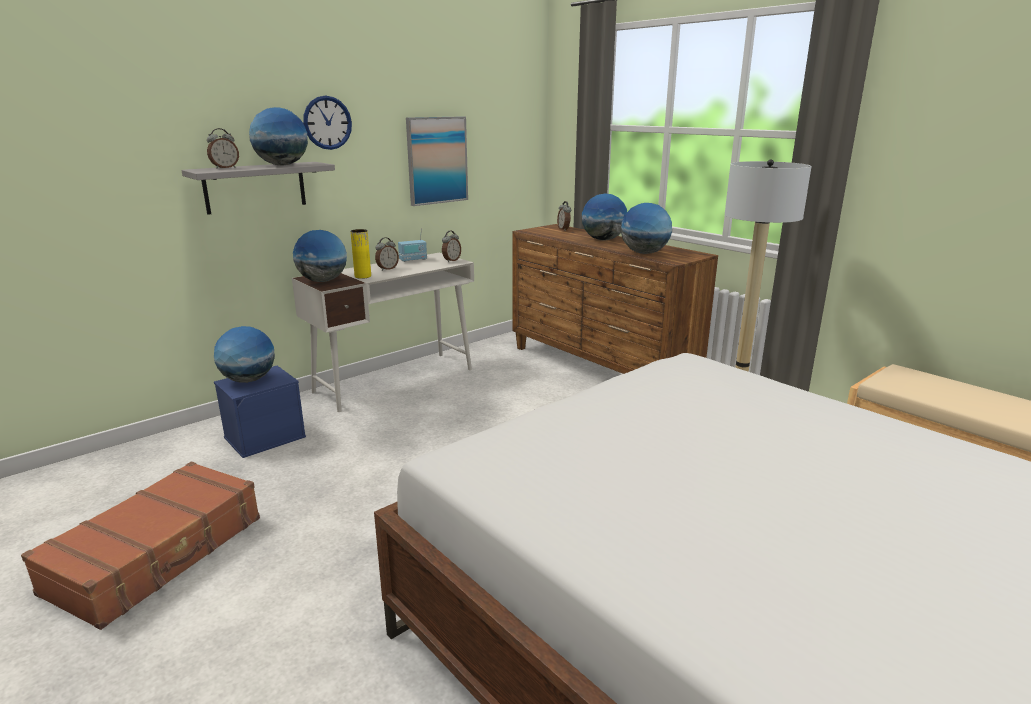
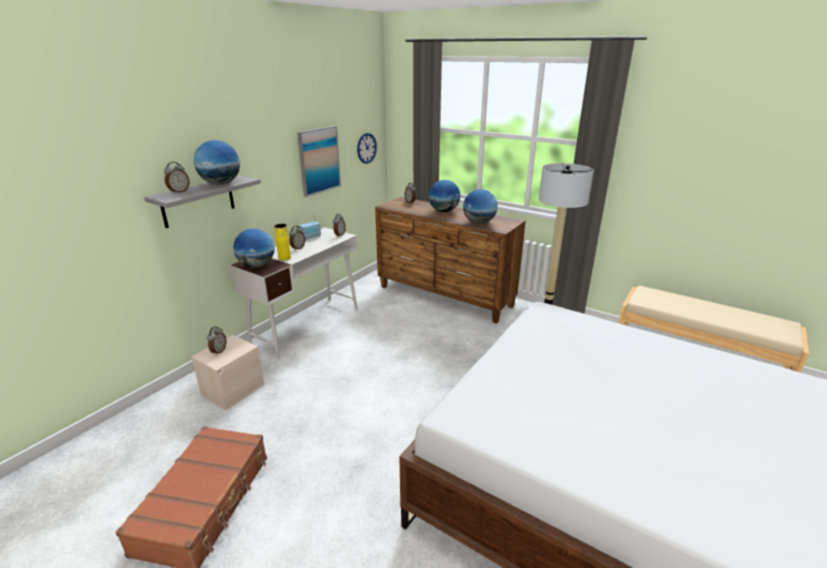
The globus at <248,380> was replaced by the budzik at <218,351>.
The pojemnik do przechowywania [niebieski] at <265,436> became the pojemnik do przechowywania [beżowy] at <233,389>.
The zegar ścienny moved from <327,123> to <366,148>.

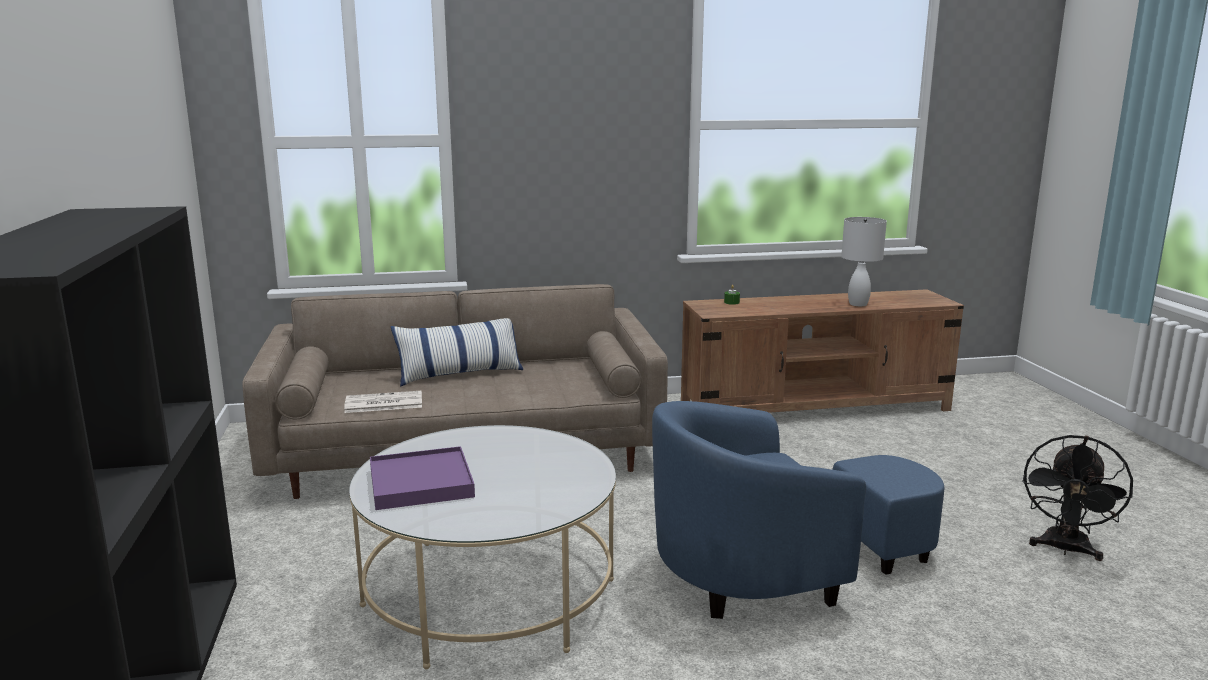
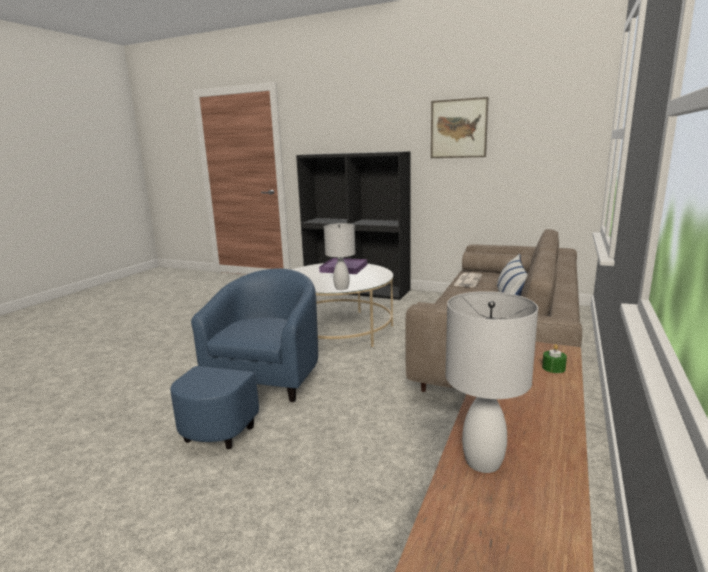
The wentylator [czarny] at <1065,549> disappeared.
The lampa stołowa [biały] at <341,288> appeared.
The obraz at <458,128> appeared.

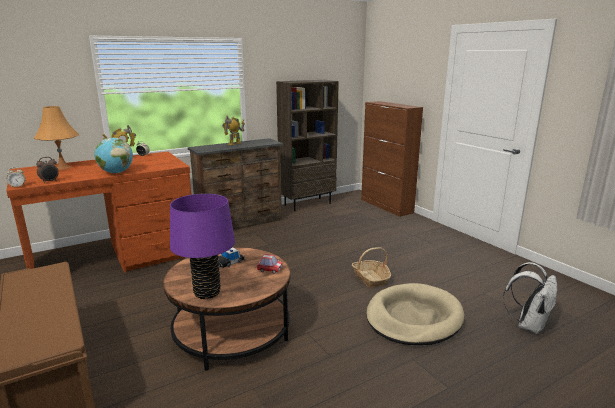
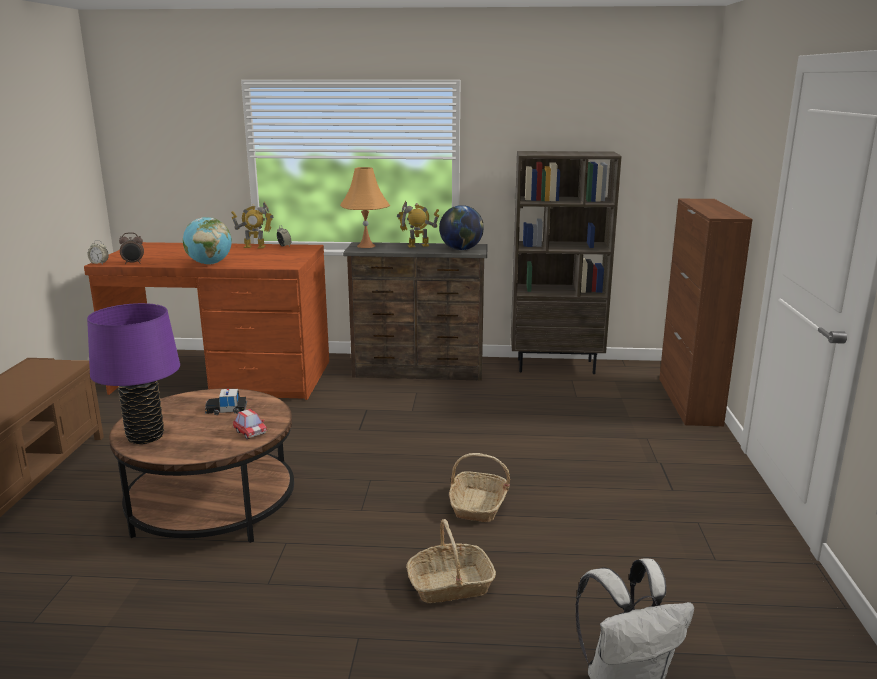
The lampa stołowa [pomarańczowy] moved from <62,168> to <366,246>.
The legowisko [beżowy] at <413,318> was replaced by the koszyk at <450,585>.
The globus at <461,249> appeared.

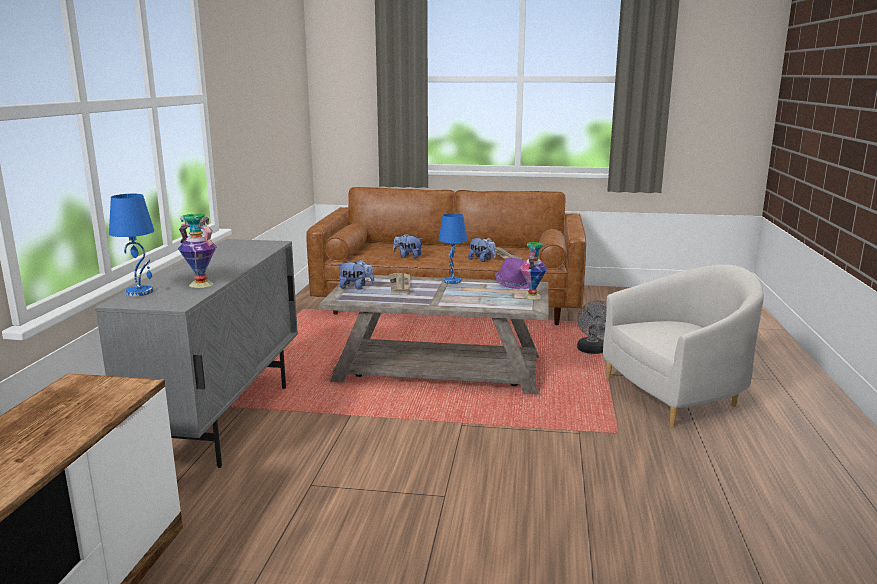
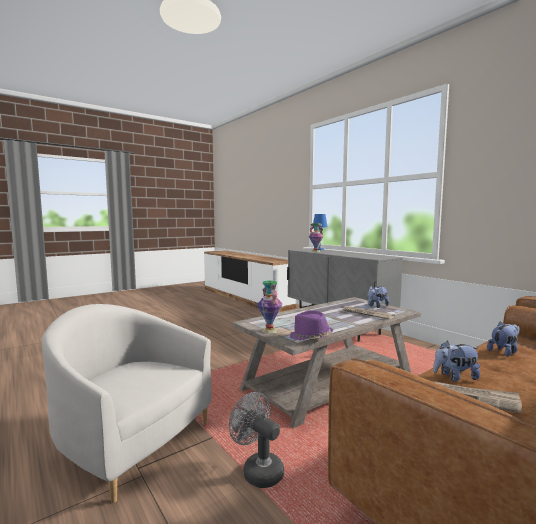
The lampa stołowa [niebieski] at <452,281> disappeared.
The fotel [biały] at <677,394> turned 90 degrees clockwise.

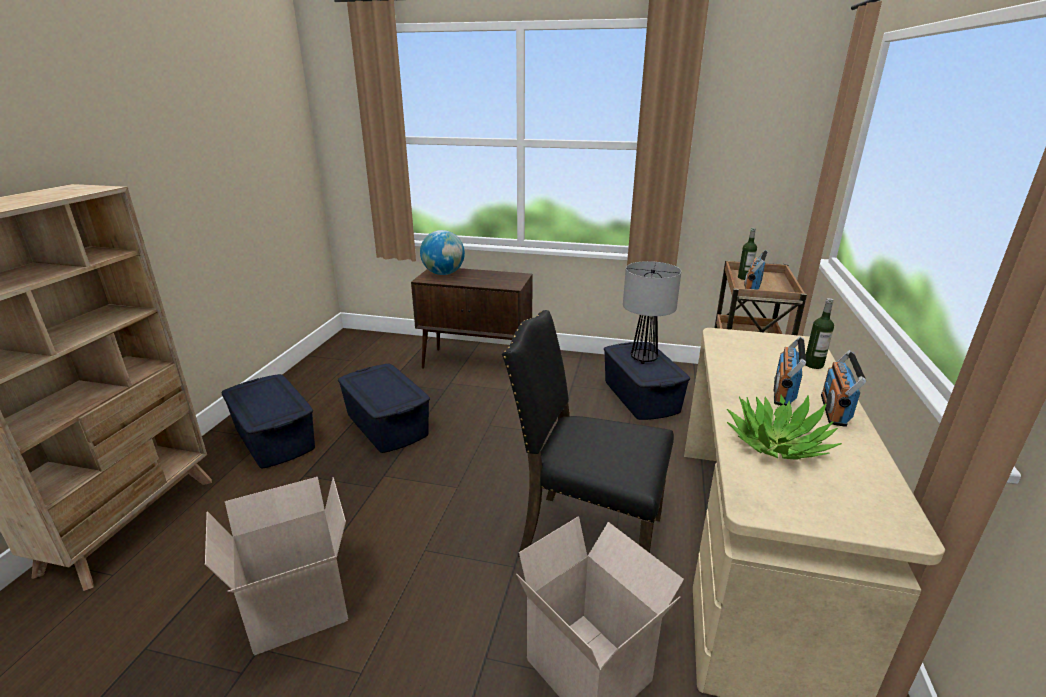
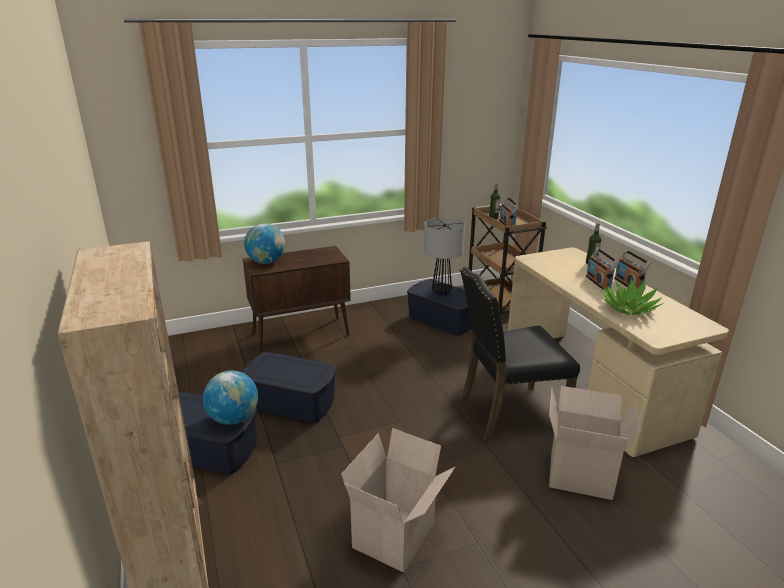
The globus at <233,418> appeared.

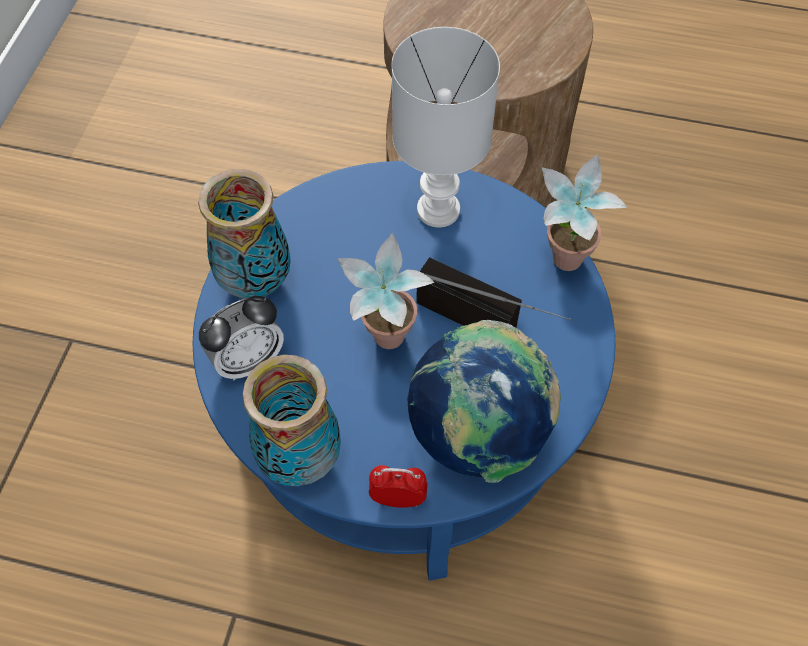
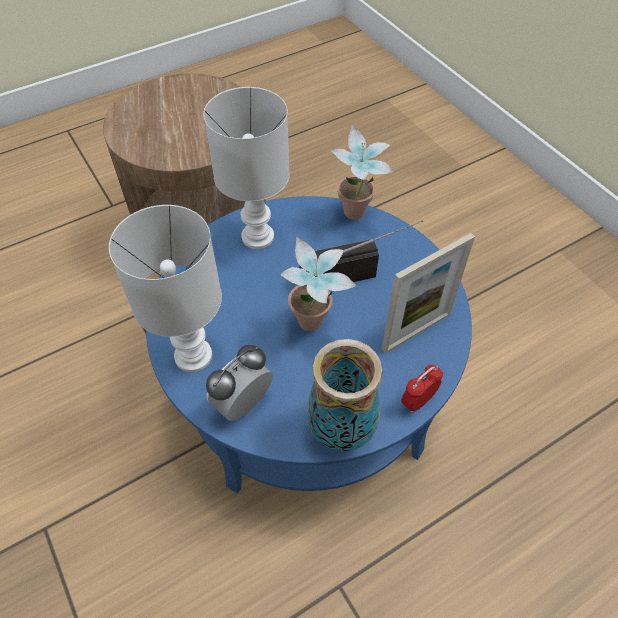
The wazon at <255,282> was replaced by the lampa stołowa [biały] at <194,356>.
The budzik at <247,360> turned 150 degrees counterclockwise.
The globus at <478,434> was replaced by the ramka na zdjęcie at <416,331>.

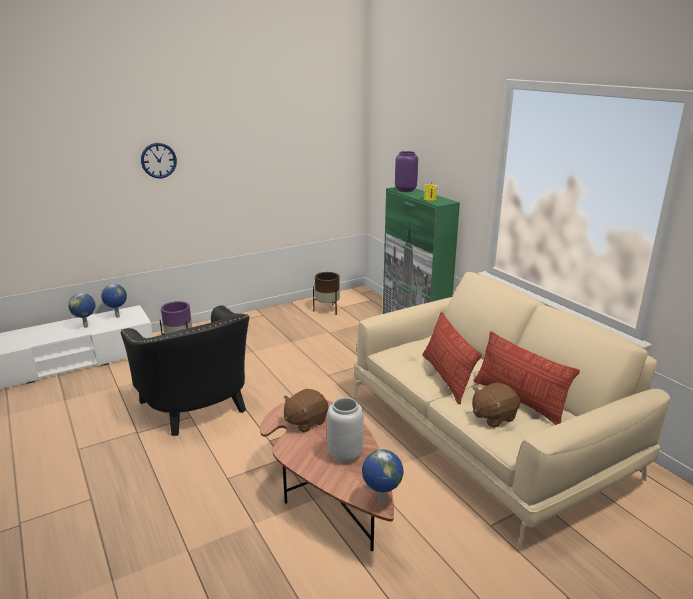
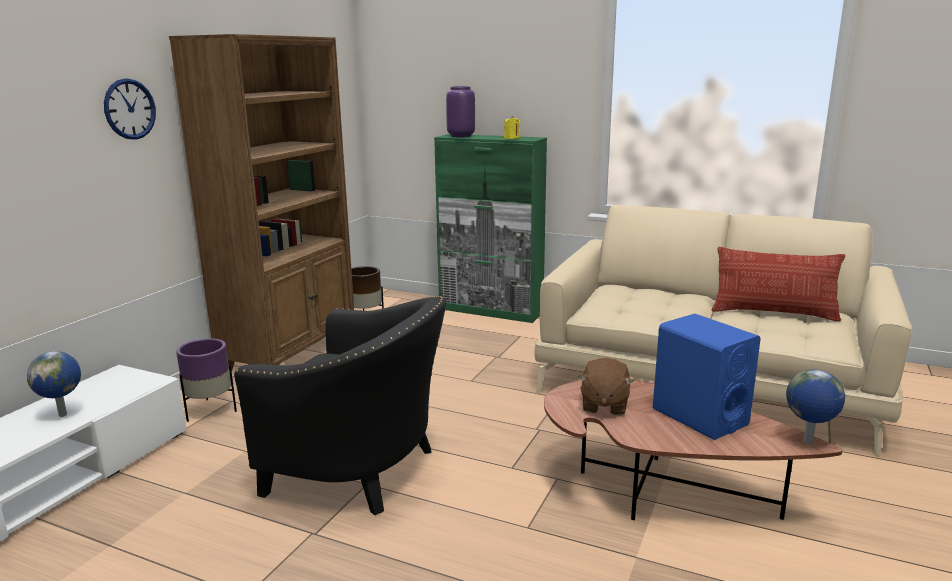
The globus at <117,317> disappeared.
The wazon [szary] at <345,454> was replaced by the głośnik [niebieski] at <699,417>.
The poduszka at <446,377> disappeared.
The pluszak [brązowy] at <493,417> disappeared.
The regał [brązowy] at <291,352> appeared.

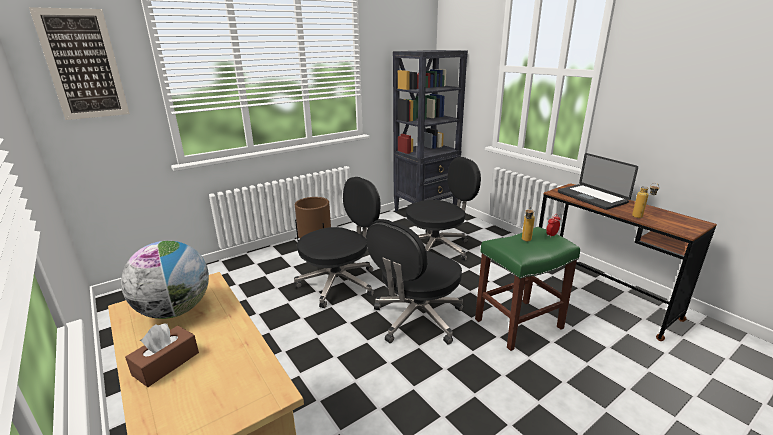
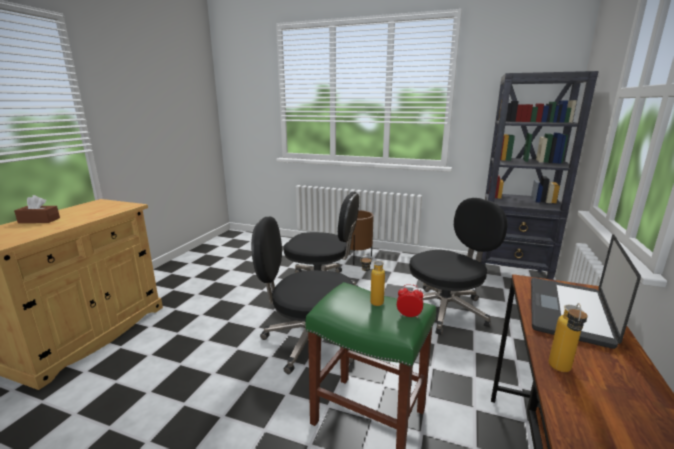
The obraz at <83,65> disappeared.
The globus at <175,310> disappeared.
The krzesło biurowe [czarny] at <437,248> turned 60 degrees counterclockwise.

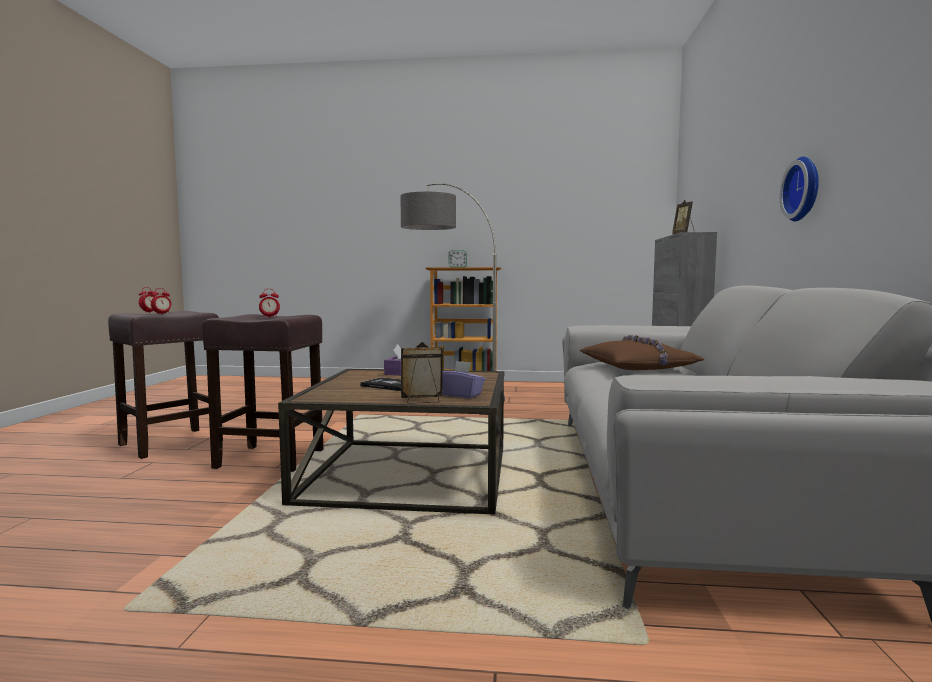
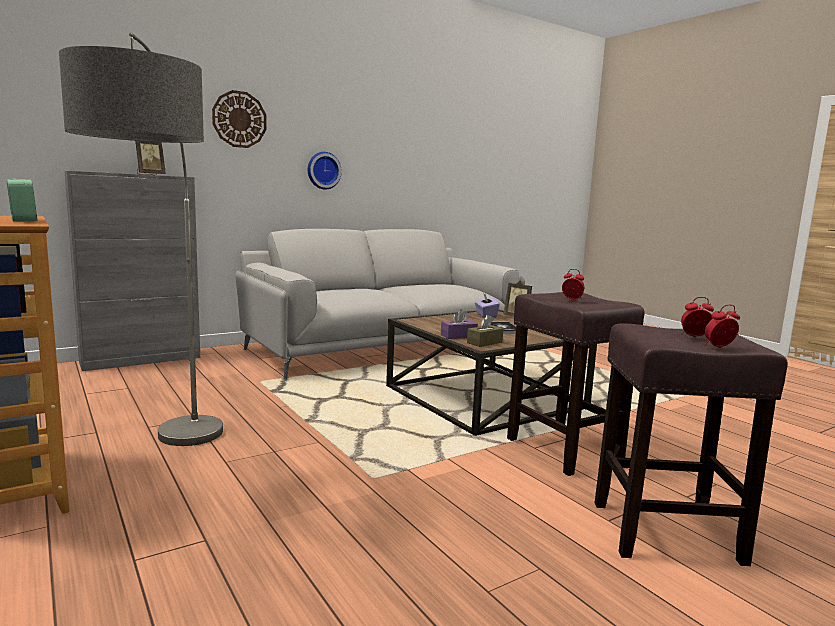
The poduszka [brązowy] at <639,367> disappeared.
The zegar ścienny at <239,119> appeared.
The pudełko chusteczek [brązowy] at <484,342> appeared.

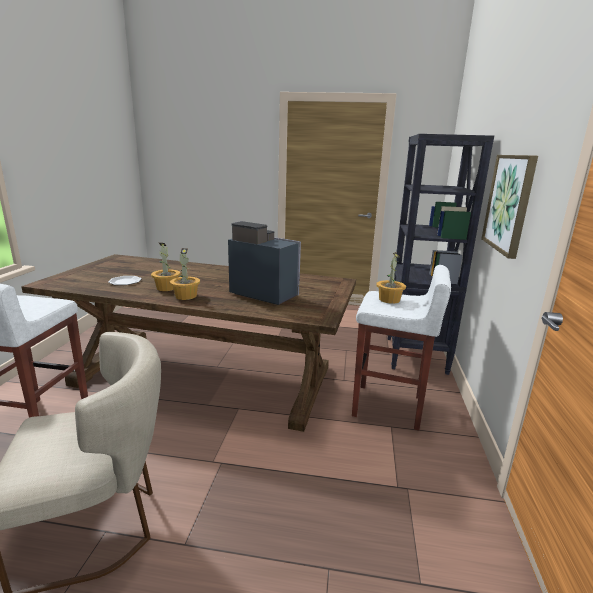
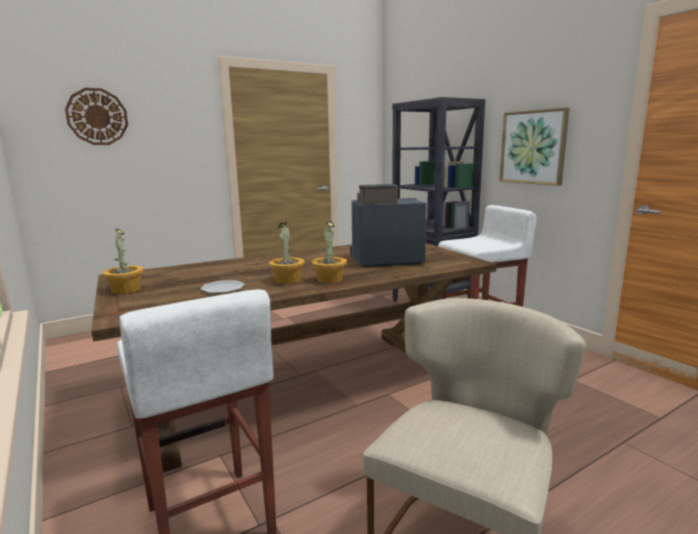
The roślina doniczkowa moved from <389,299> to <125,290>.
The zegar ścienny at <97,117> appeared.

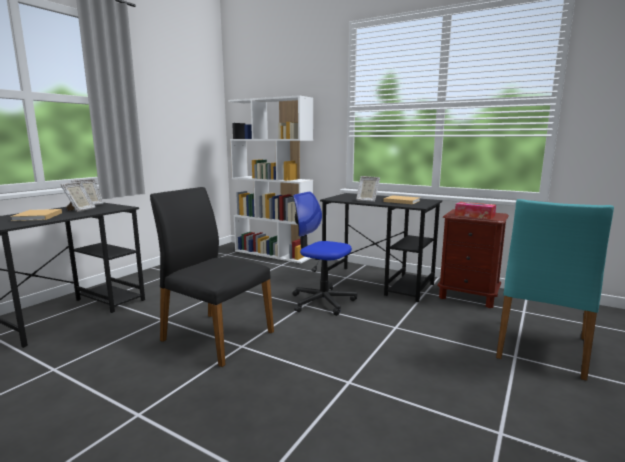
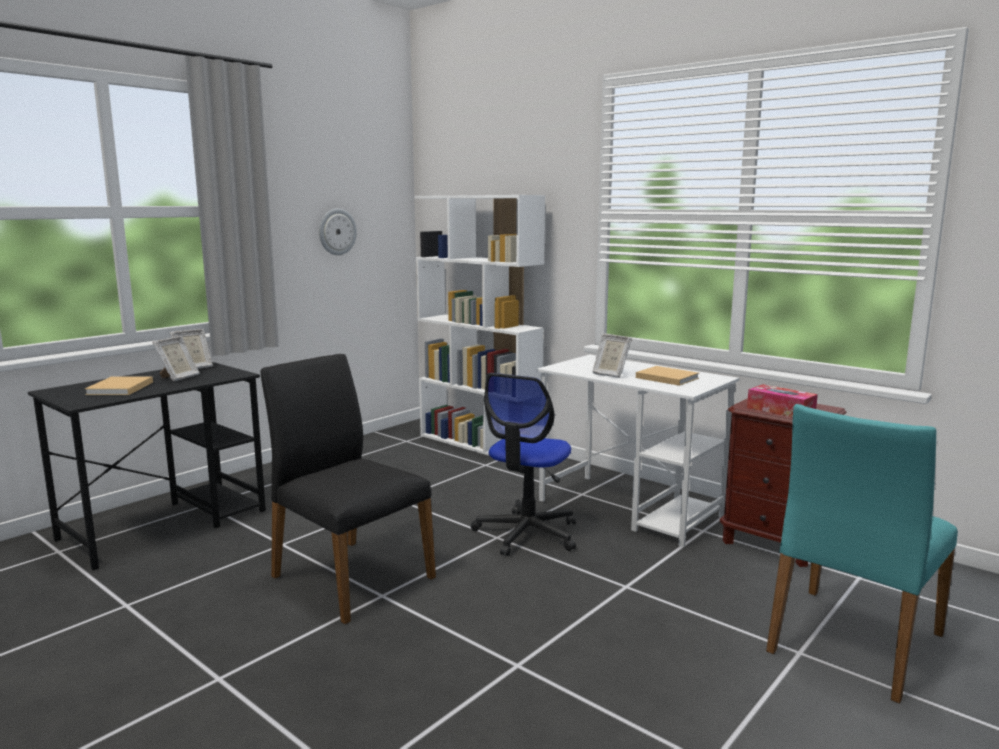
The krzesło biurowe at <322,301> turned 105 degrees counterclockwise.
The biurko [czarny] at <378,283> became the biurko [biały] at <631,509>.
The zegar ścienny at <337,231> appeared.

